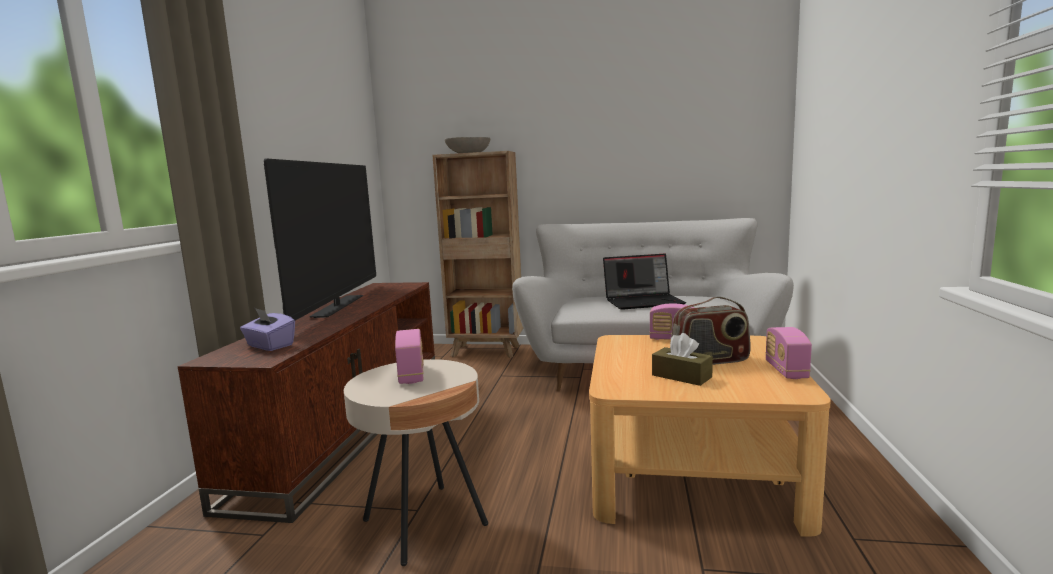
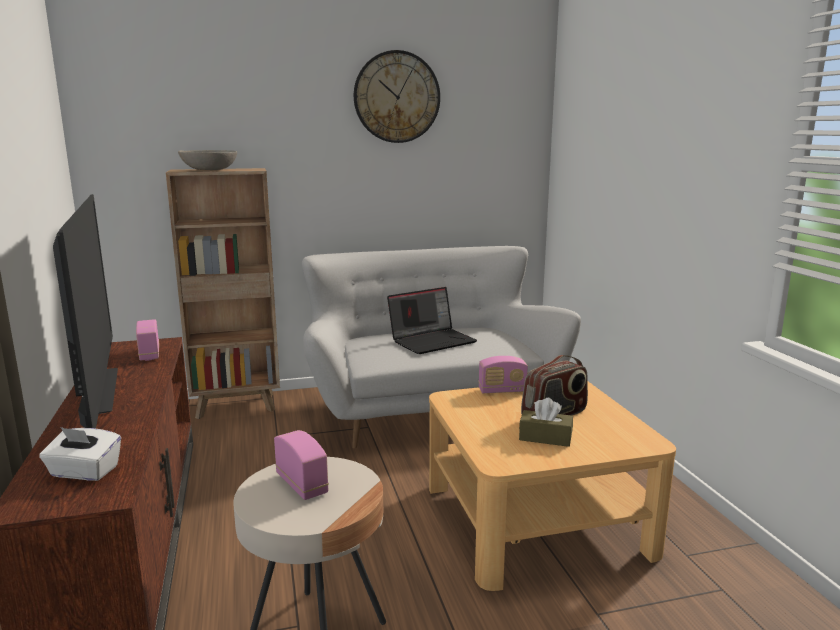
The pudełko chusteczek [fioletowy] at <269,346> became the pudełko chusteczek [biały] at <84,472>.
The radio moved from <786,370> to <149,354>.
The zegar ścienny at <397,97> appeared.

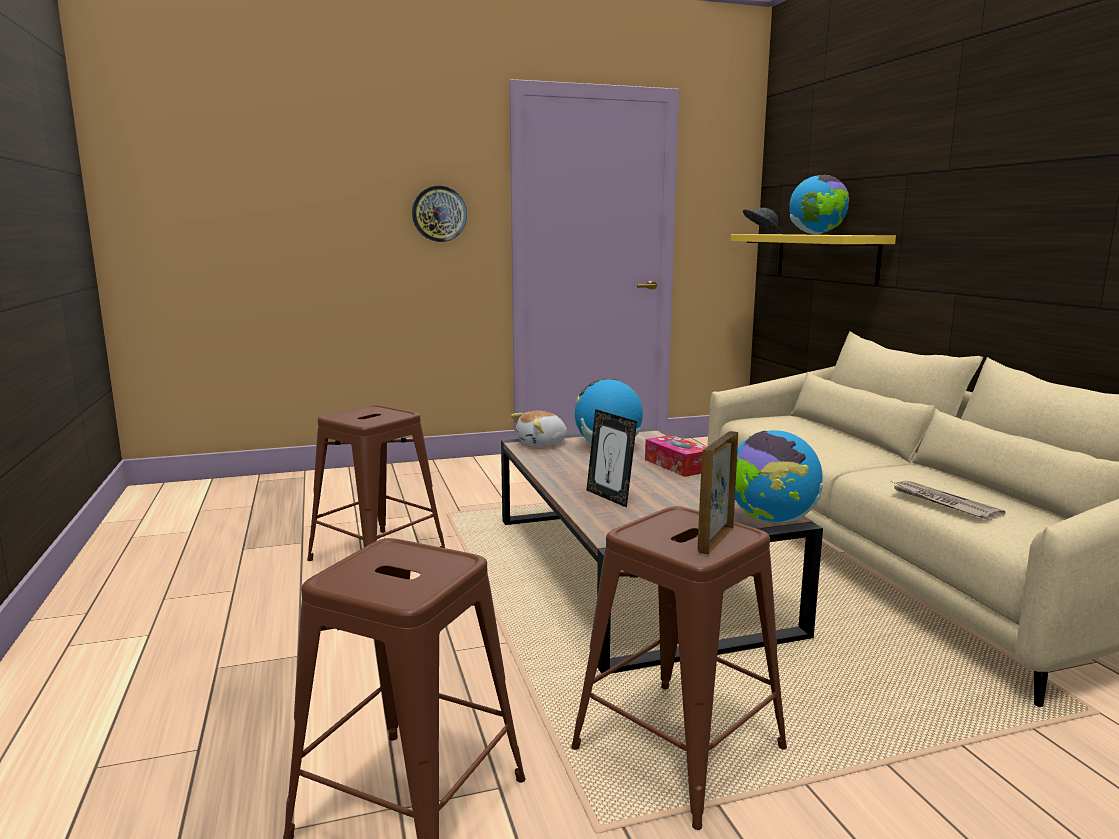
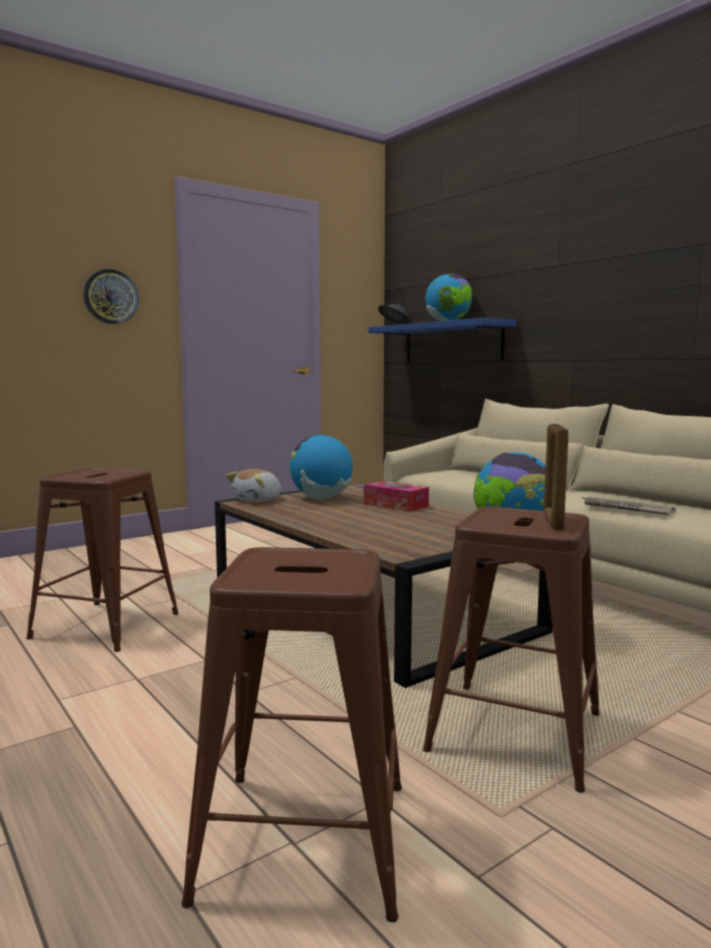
The ramka na zdjęcie at <610,497> disappeared.
The półka [żółty] at <825,257> became the półka [niebieski] at <452,343>.

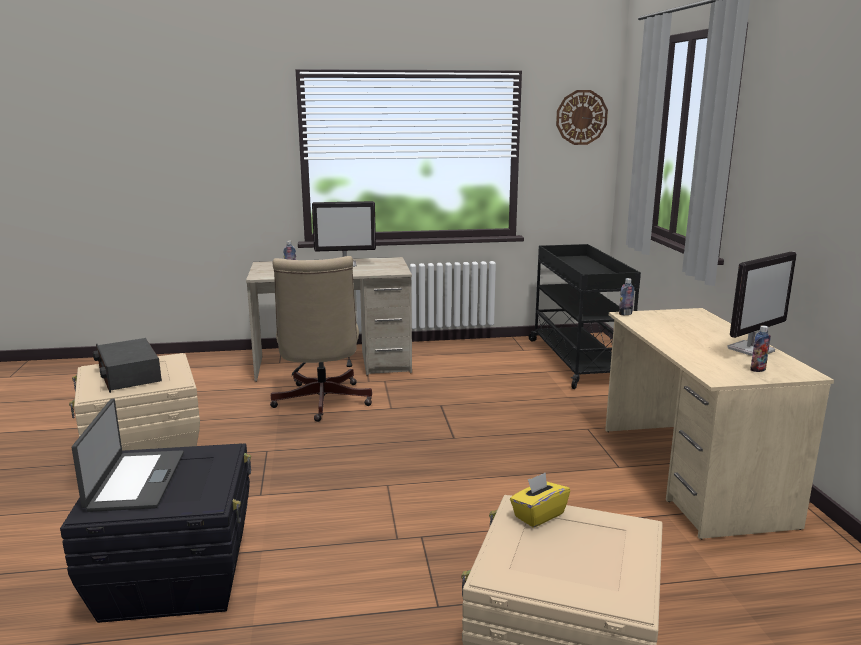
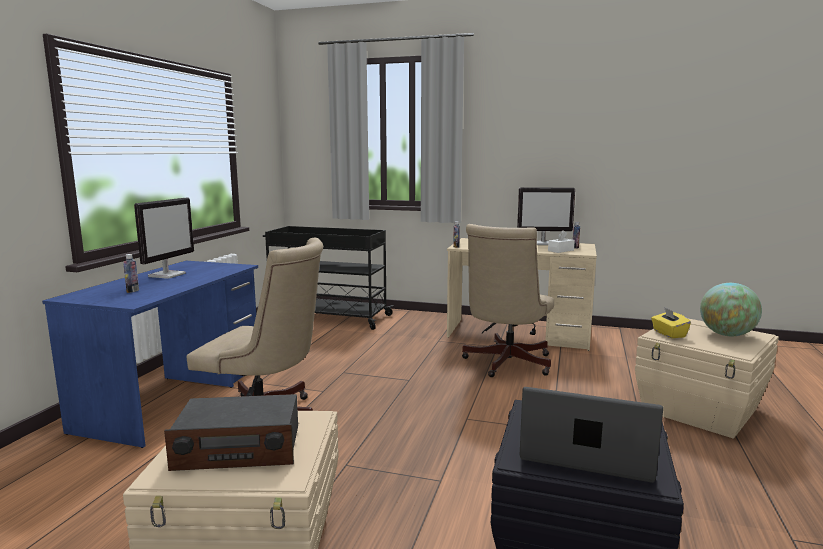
The biurko [beżowy] at <334,365> became the biurko [niebieski] at <175,397>.
The zegar ścienny at <581,117> disappeared.
The monitor at <751,349> turned 105 degrees clockwise.
The krzesło biurowe [beżowy] at <505,364> appeared.
The pudełko chusteczek [biały] at <560,250> appeared.
The globus at <726,335> appeared.

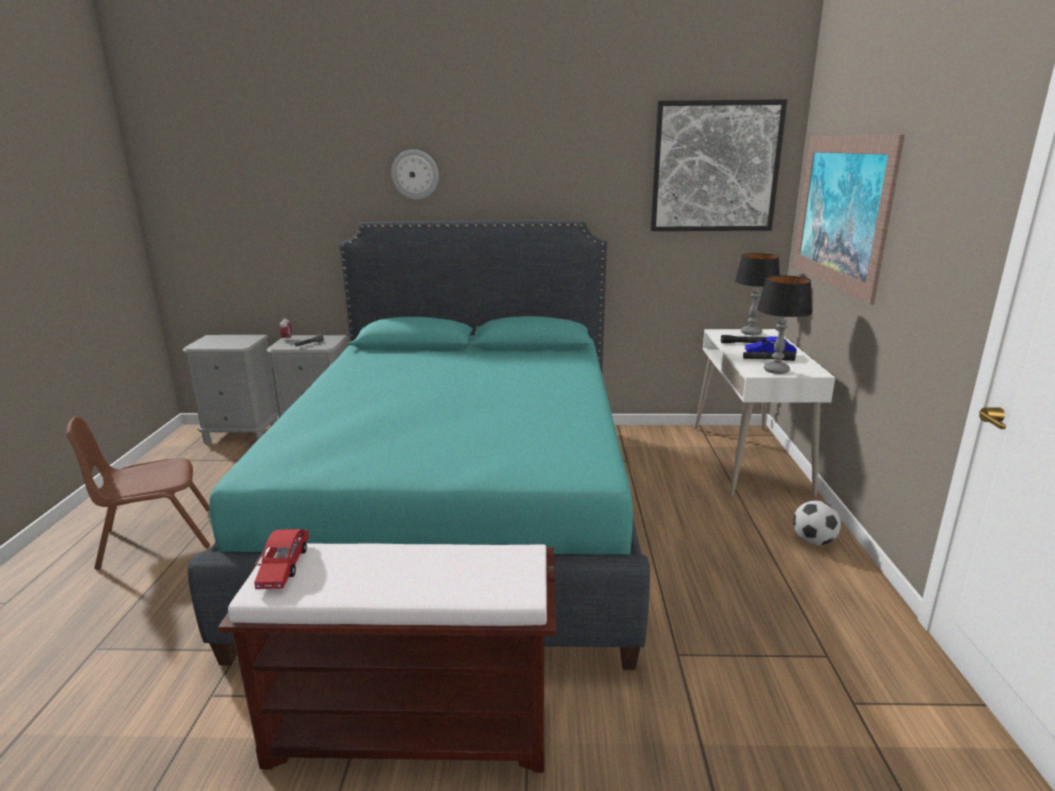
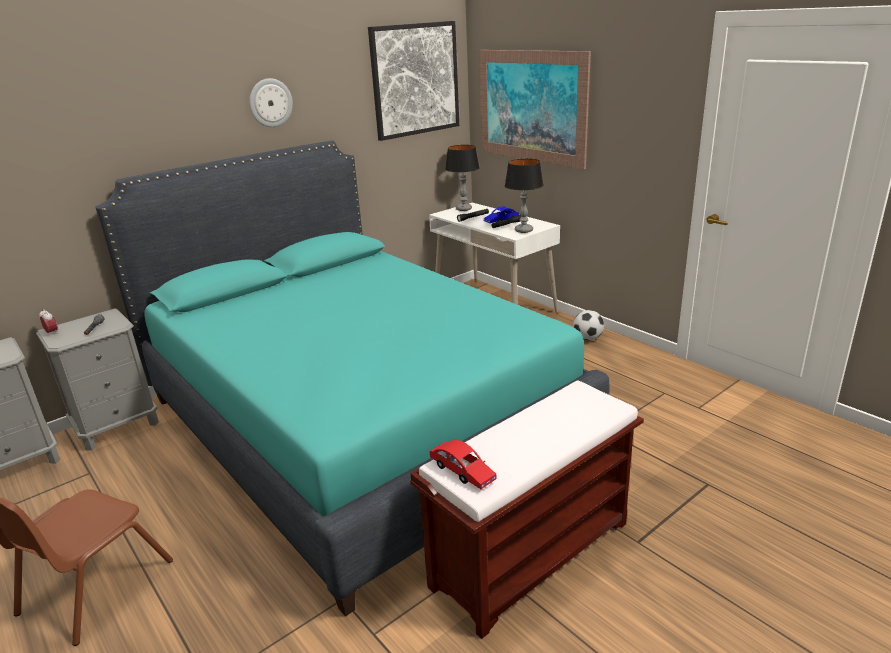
The zegar ścienny moved from <415,174> to <270,103>.

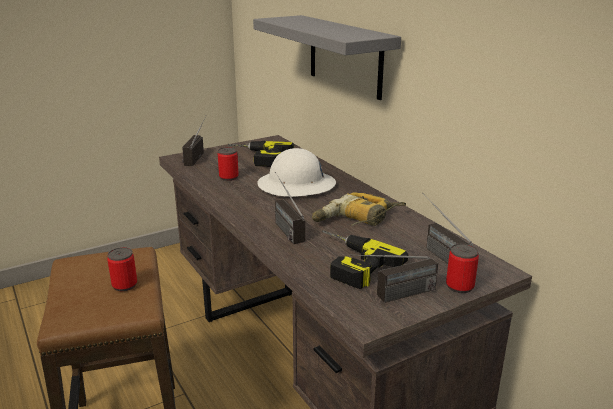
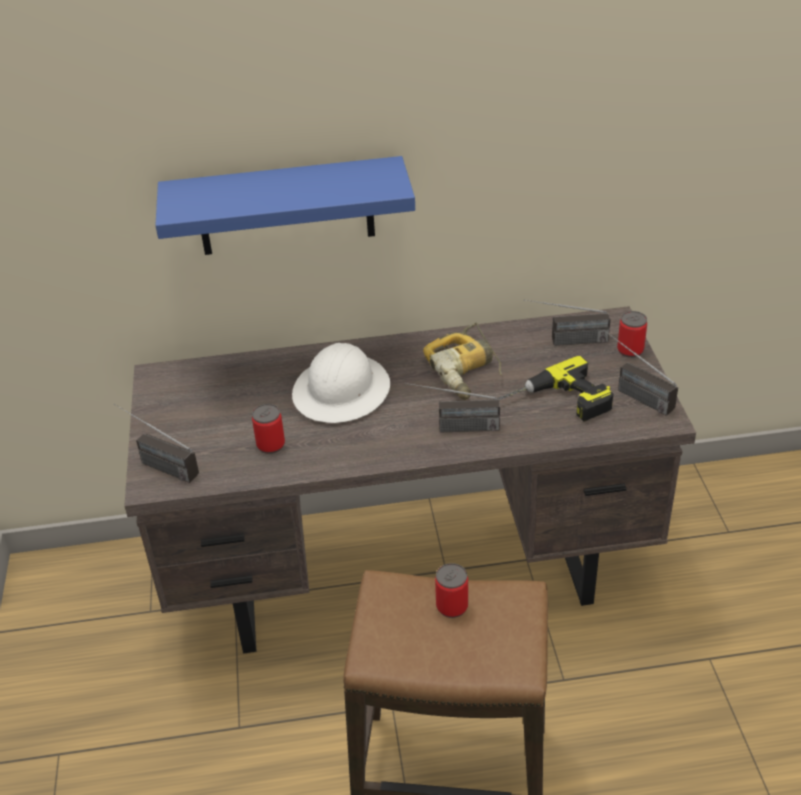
The wiertarka at <257,158> disappeared.
The półka [szary] at <345,56> became the półka [niebieski] at <285,207>.
The radio at <393,297> turned 135 degrees clockwise.

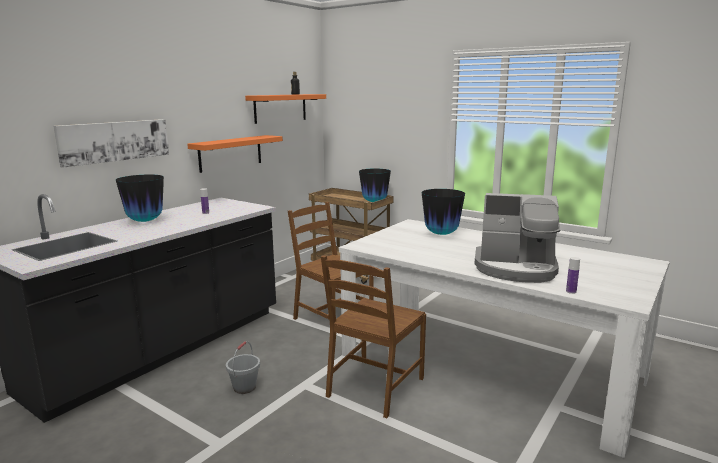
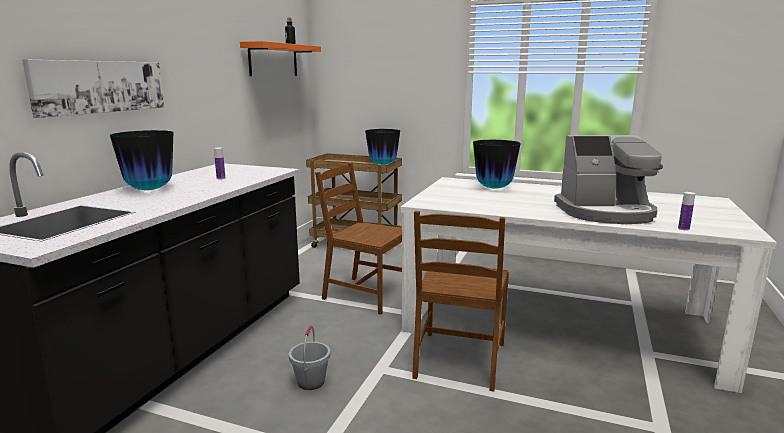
The półka [pomarańczowy] at <230,153> disappeared.

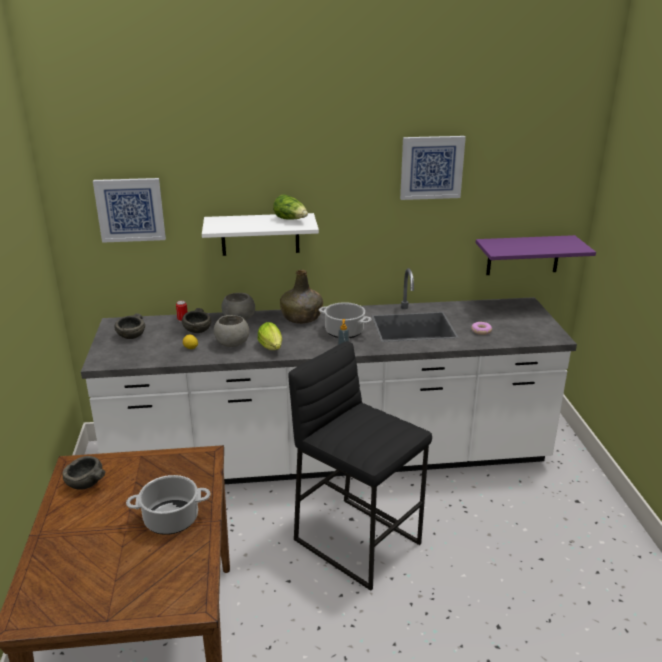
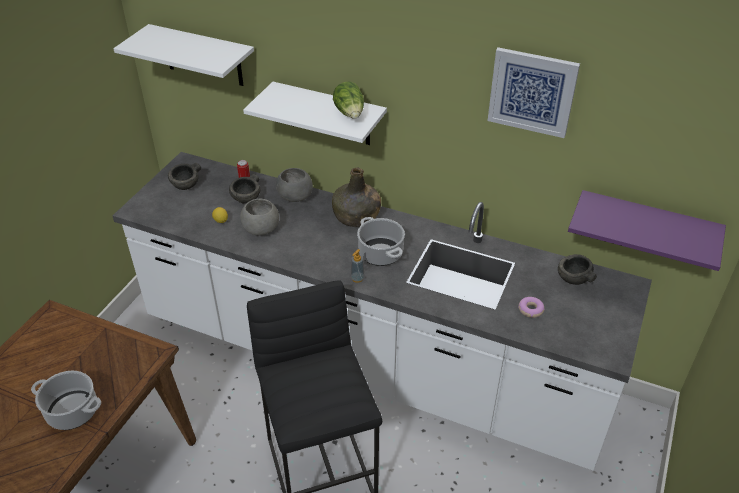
The miska [szary] moved from <85,484> to <573,278>.
The obraz at <130,209> was replaced by the półka [biały] at <203,56>.
The sałata at <272,348> disappeared.

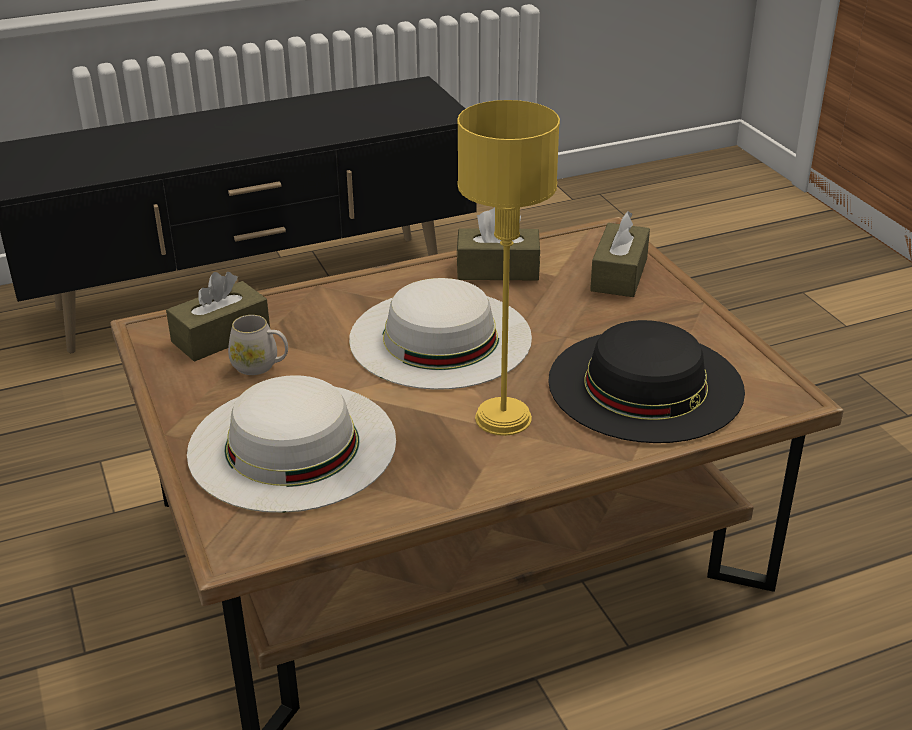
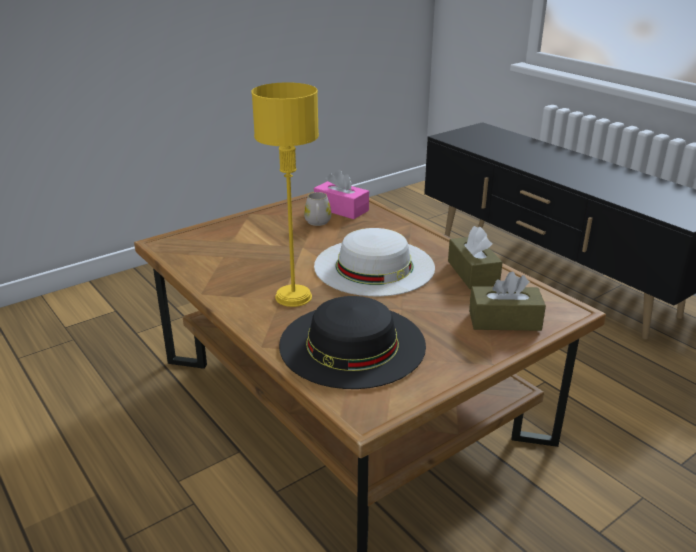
The pudełko chusteczek [brązowy] at <221,336> became the pudełko chusteczek [różowy] at <341,209>.
The kapelusz [biały] at <292,445> disappeared.

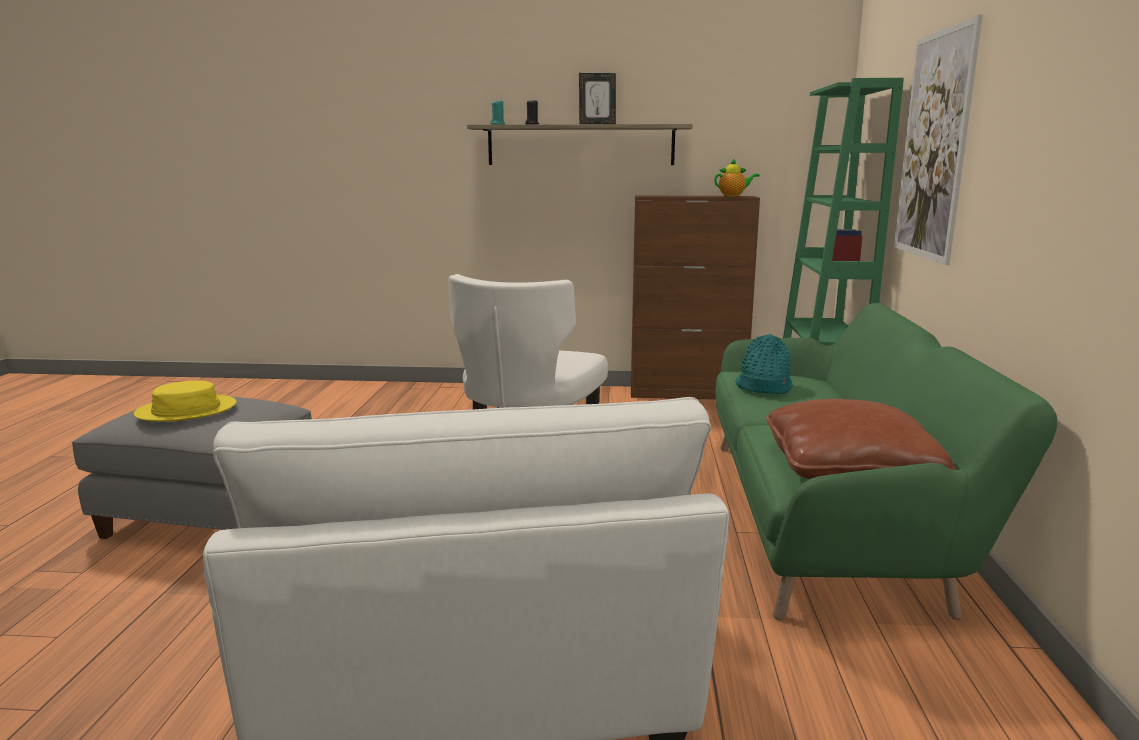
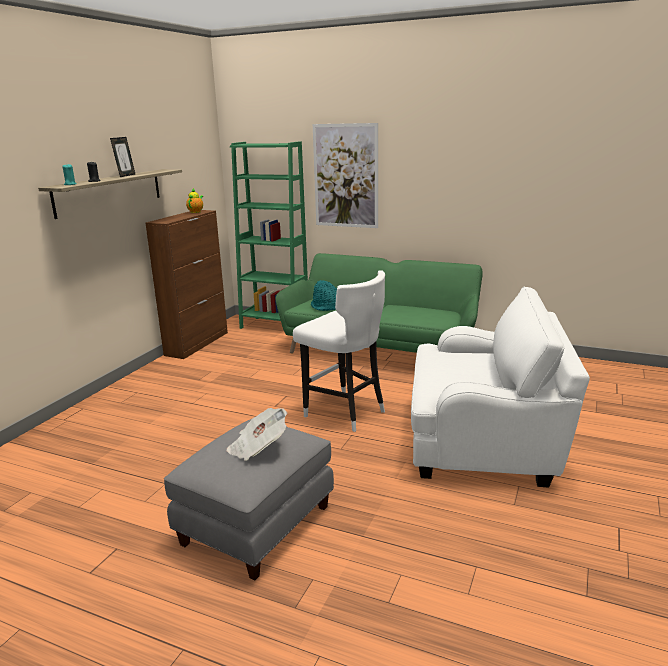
The kapelusz [żółty] at <186,410> was replaced by the gazeta at <258,448>.
The poduszka [brązowy] at <849,470> disappeared.

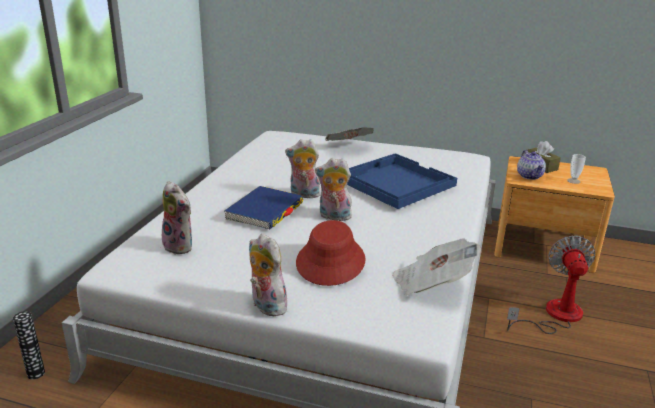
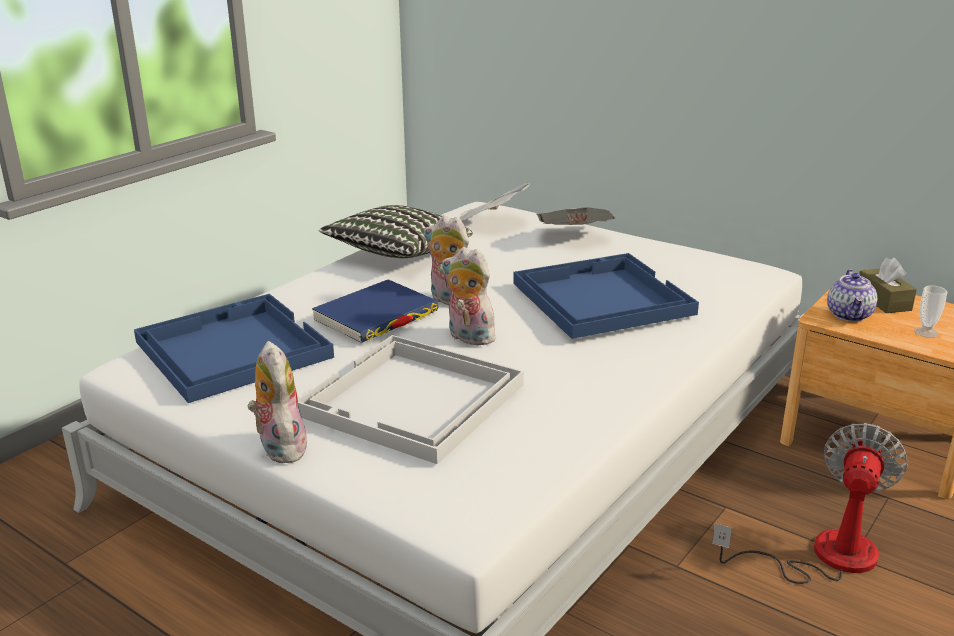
The wazon at <36,373> disappeared.
The pluszak at <181,246> was replaced by the taca [niebieski] at <231,349>.
The kapelusz [czerwony] at <331,261> was replaced by the taca [biały] at <413,401>.
The gazeta moved from <432,284> to <490,223>.
The poduszka at <397,254> appeared.

